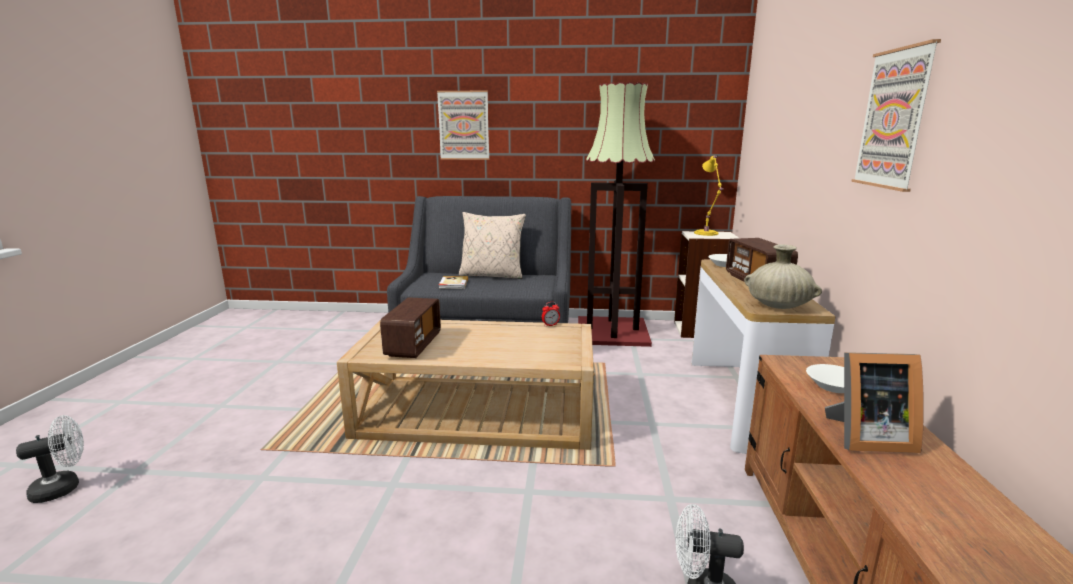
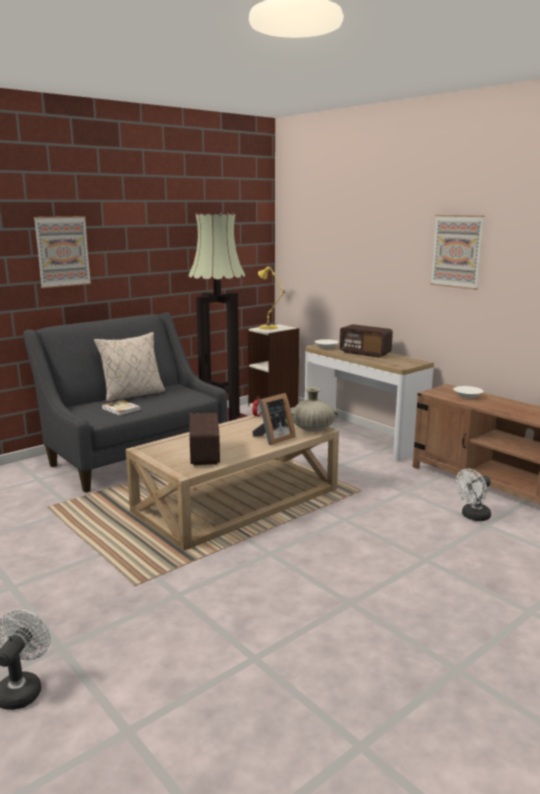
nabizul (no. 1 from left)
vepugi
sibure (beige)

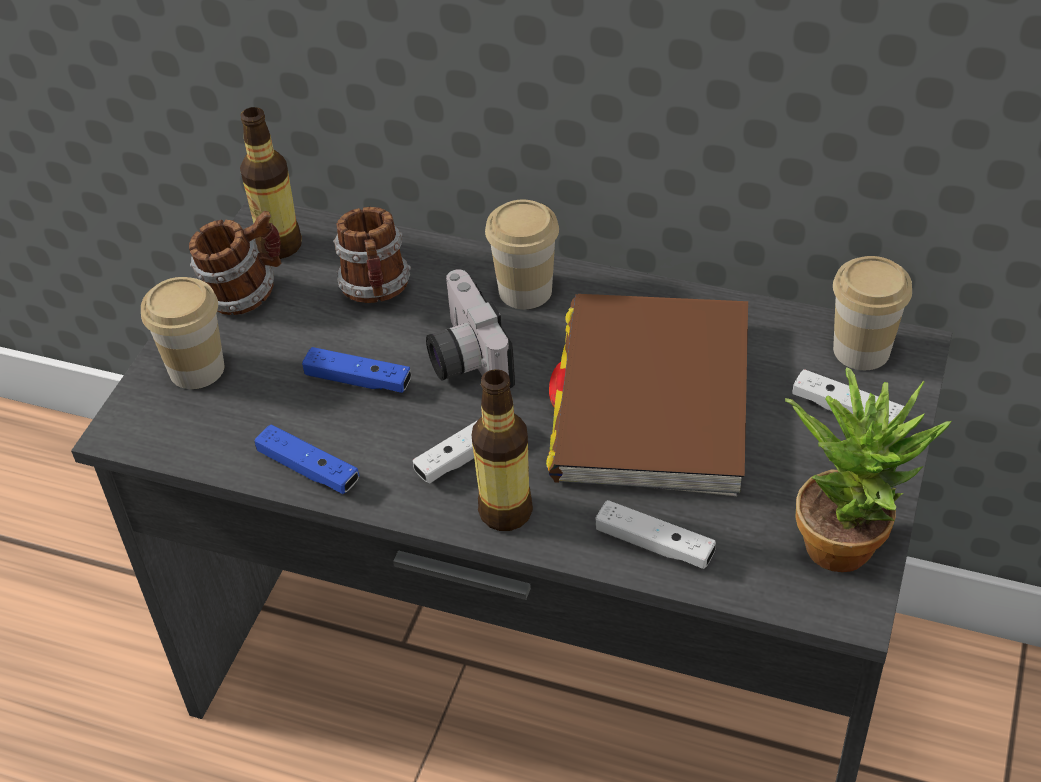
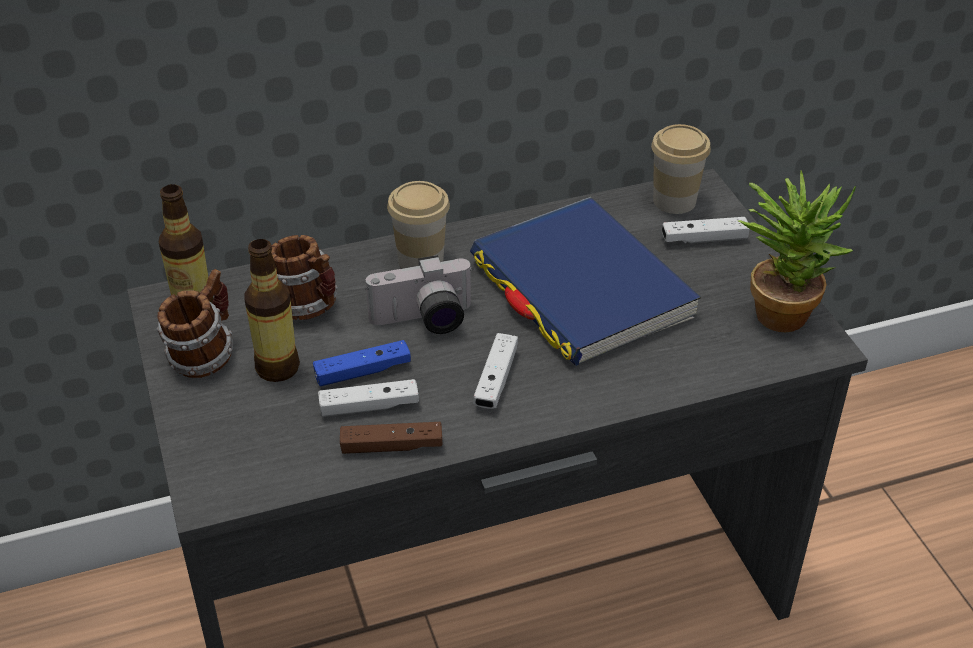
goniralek (no. 2 from left)
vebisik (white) (no. 1 from left)
vebisik (brown)
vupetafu
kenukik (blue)
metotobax (no. 1 from left in the first image)

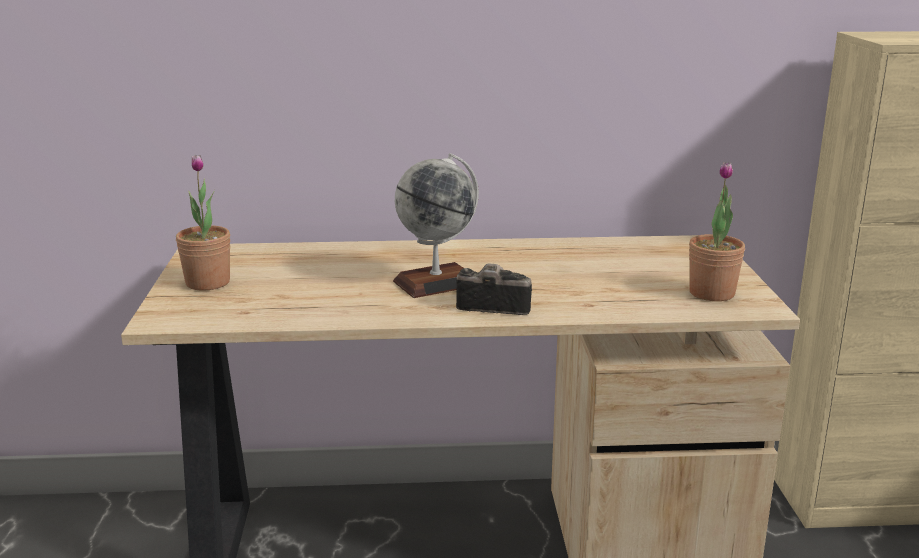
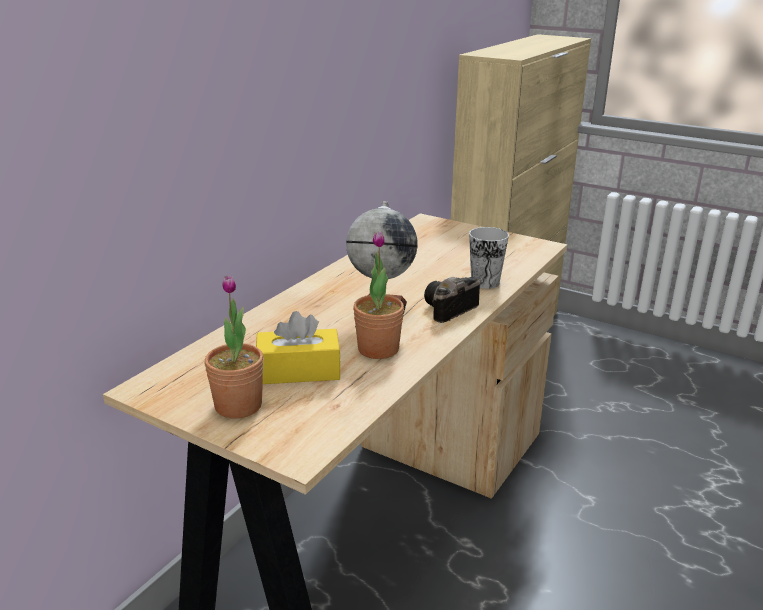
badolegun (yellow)
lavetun (no. 2 from left)
metotobax

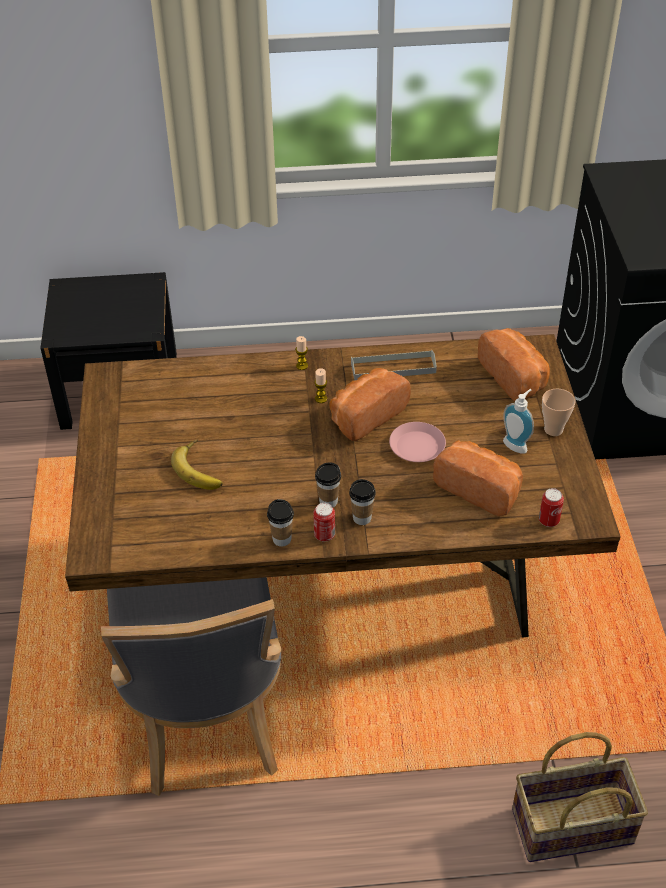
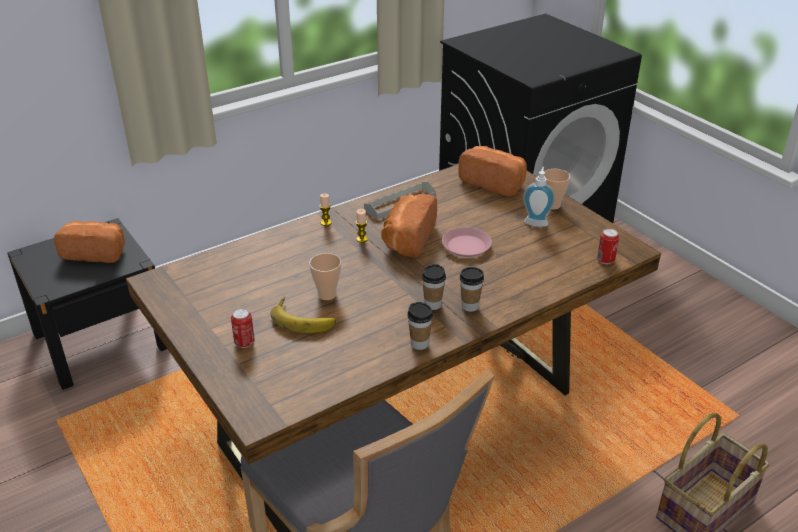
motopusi (no. 1 from left)
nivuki (no. 1 from left)
metotobax (no. 1 from left)

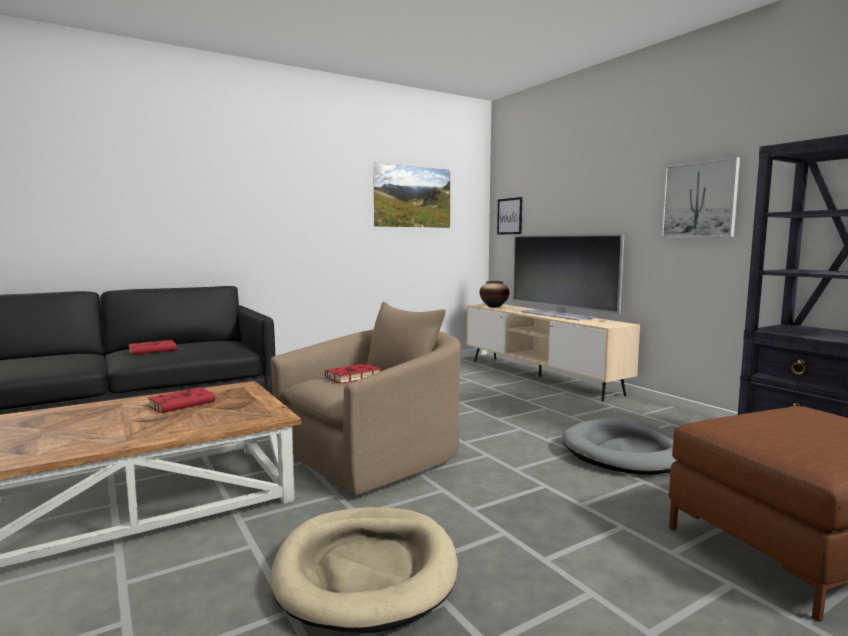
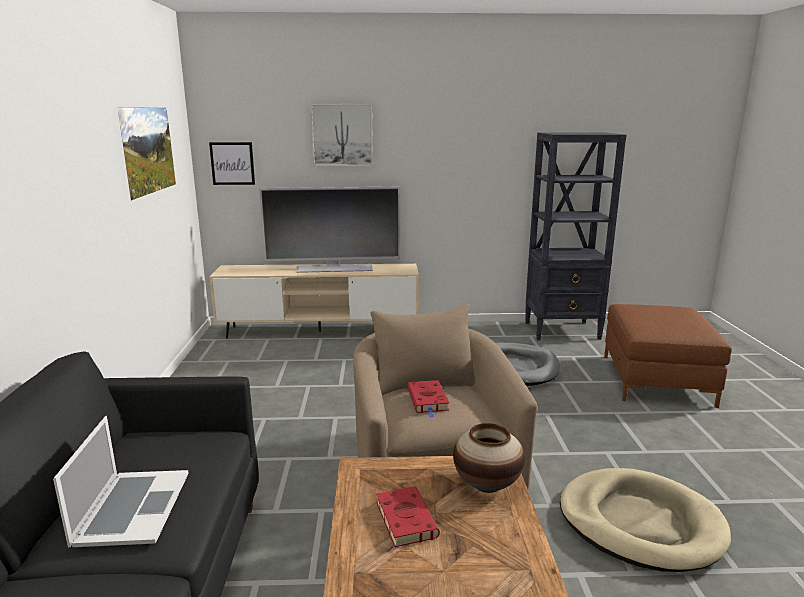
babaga
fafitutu (no. 3 from left)
sibure

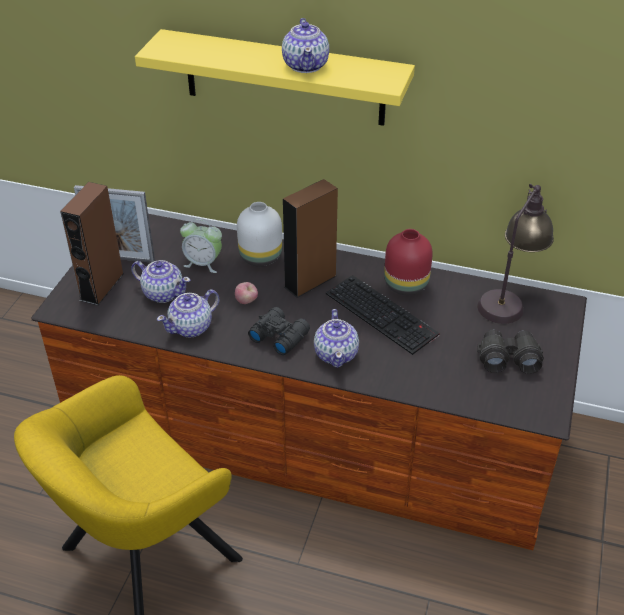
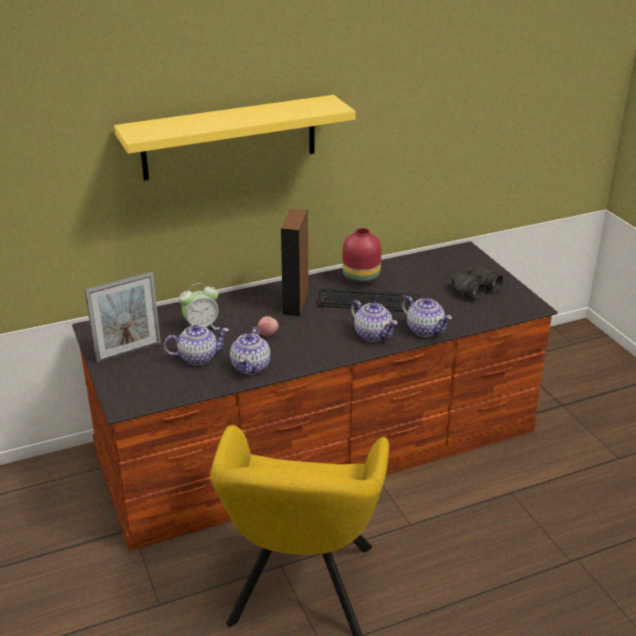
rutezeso (no. 4 from left)
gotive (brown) (no. 1 from left in the first image)
sibure (white)
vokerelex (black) (no. 1 from left in the first image)
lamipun

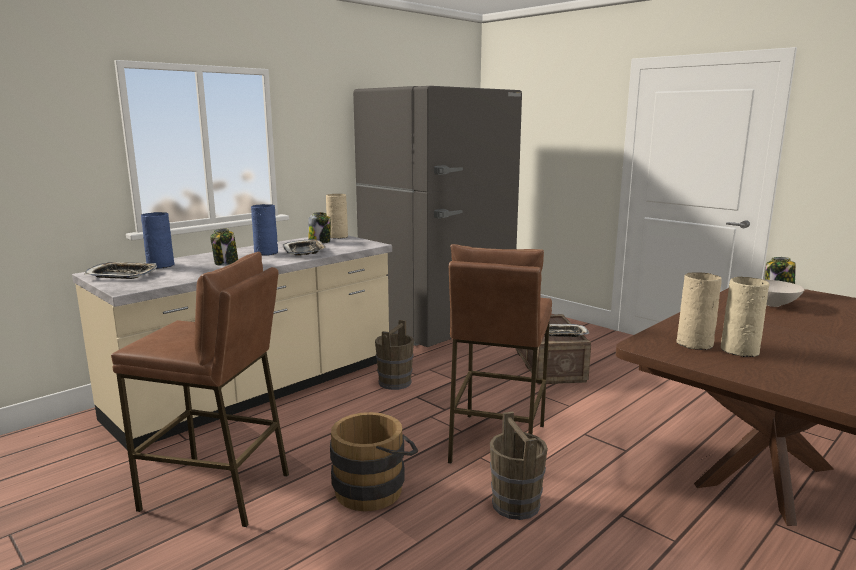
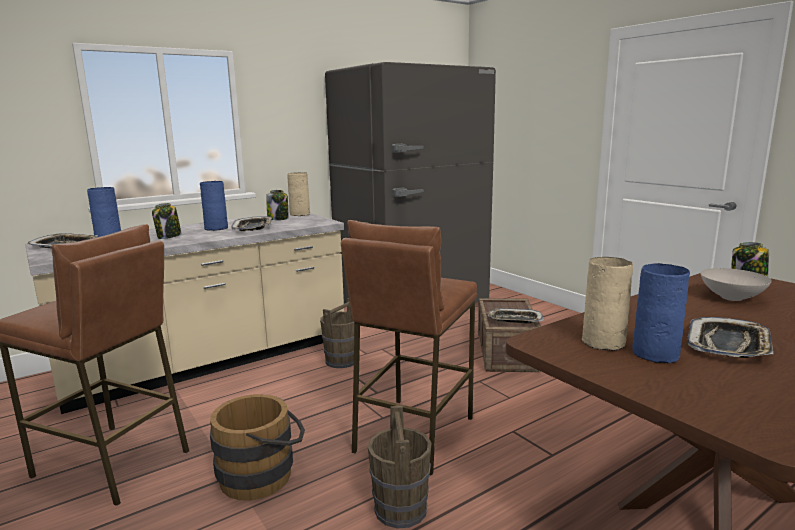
sibure (blue) (no. 3 from left)
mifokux (no. 4 from left)

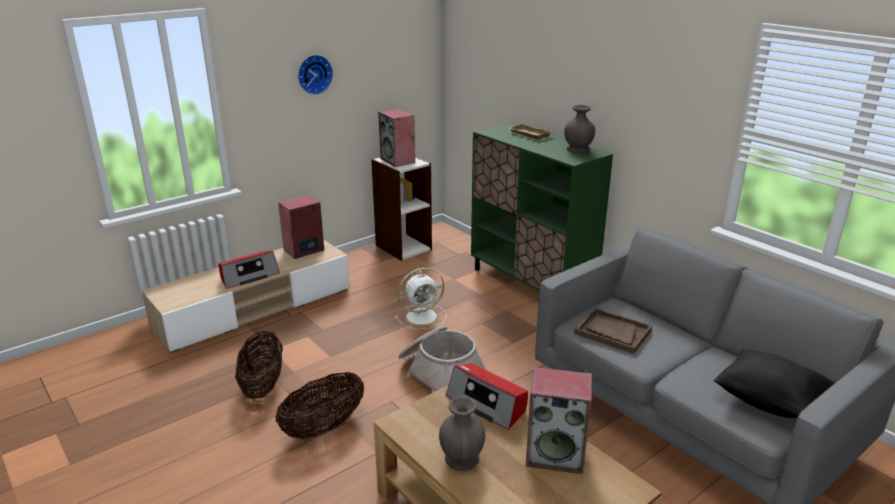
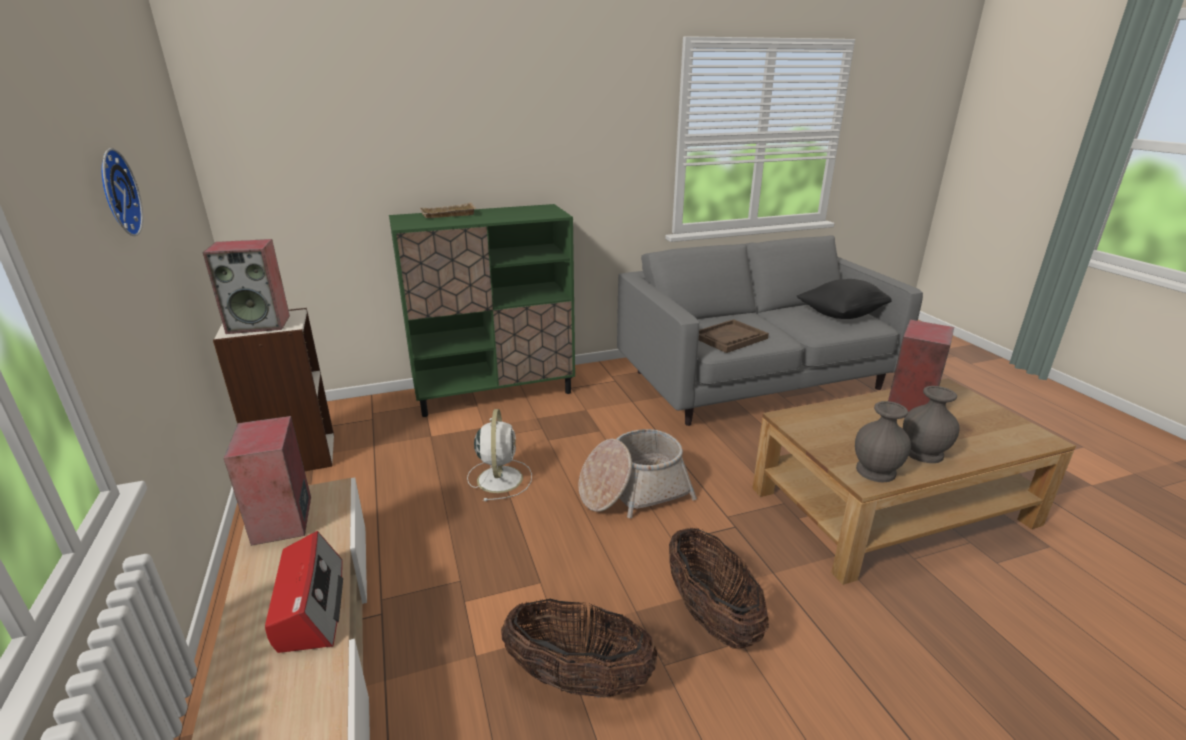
sibure (grey) (no. 1 from left)
nabizul (no. 2 from left in the first image)

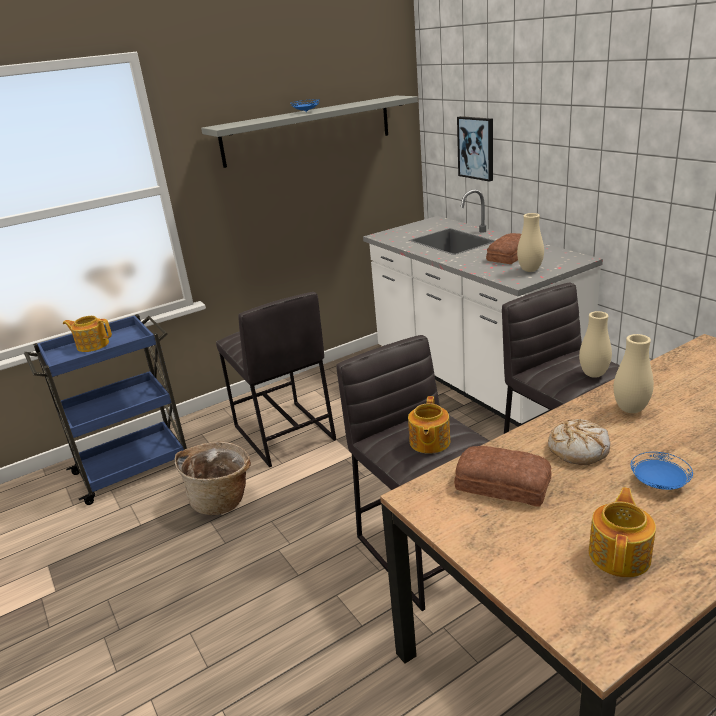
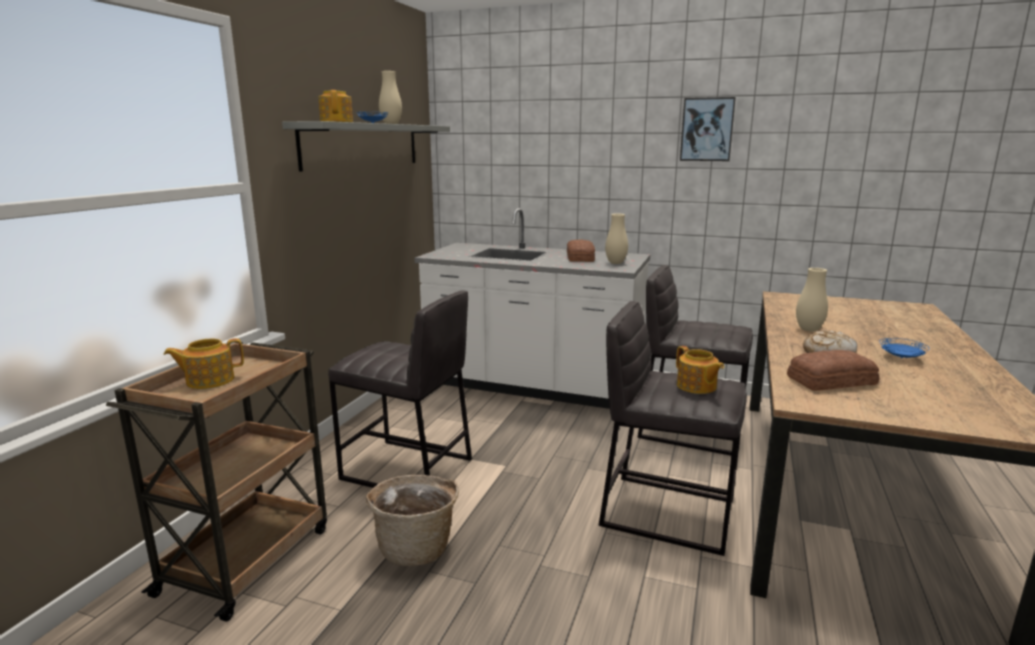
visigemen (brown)
rutezeso (no. 2 from left)
sibure (beige) (no. 1 from left)
fafitutu

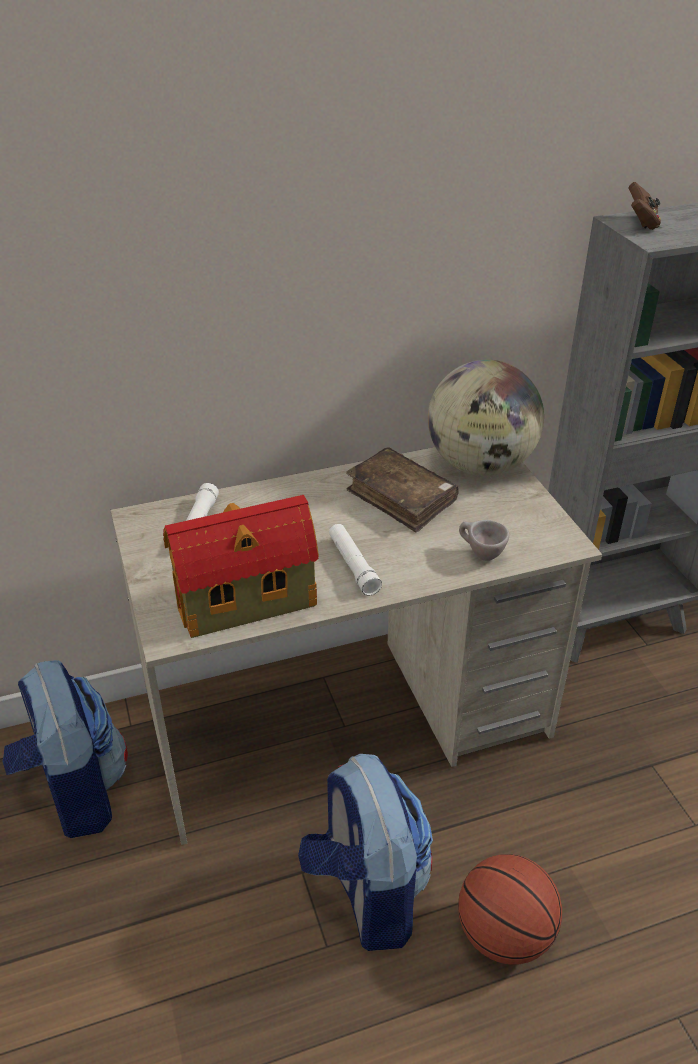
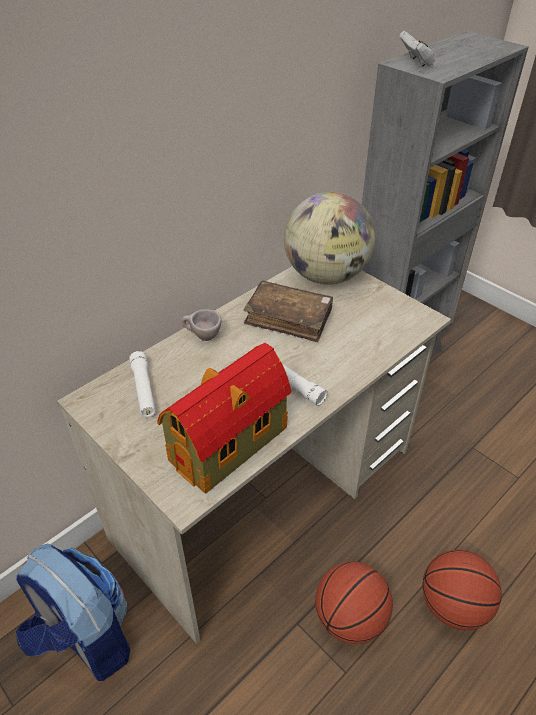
metotobax (beige)
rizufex (no. 1 from left)
vebisik (white)

